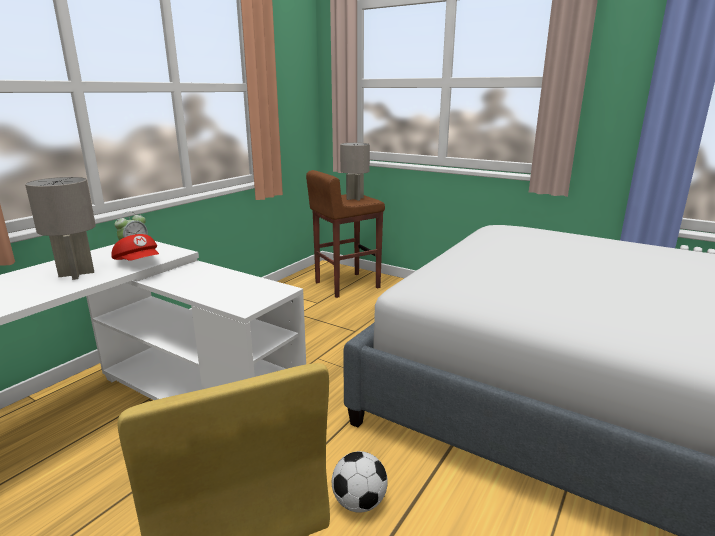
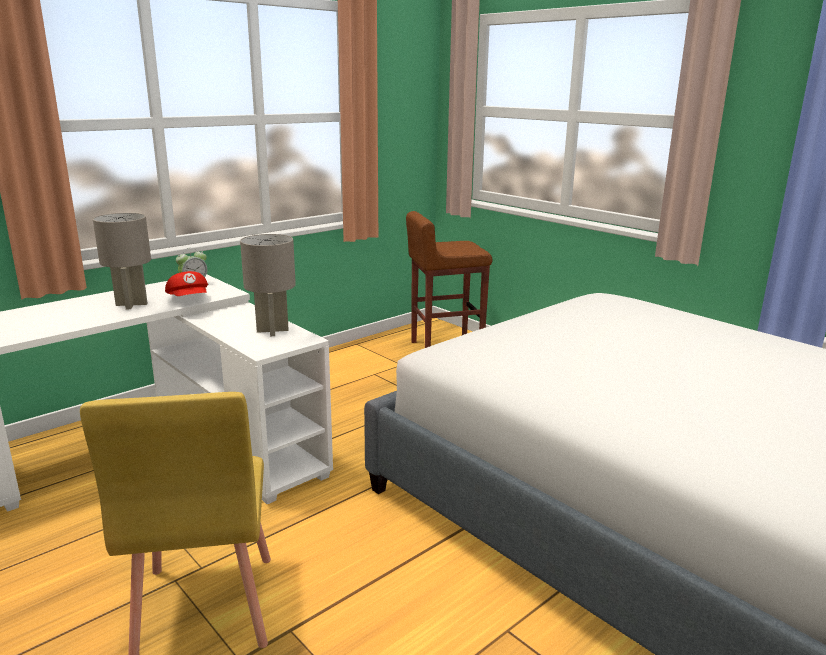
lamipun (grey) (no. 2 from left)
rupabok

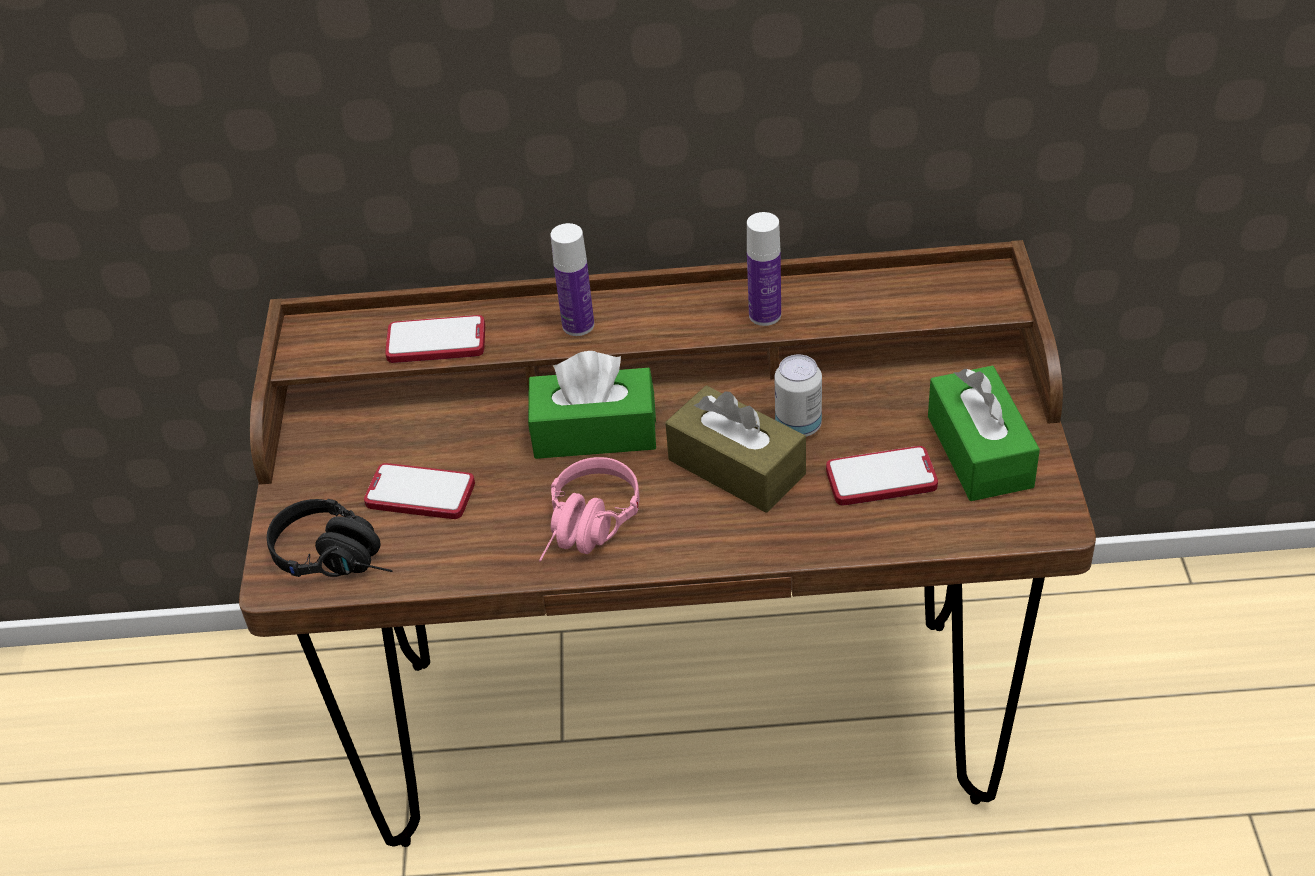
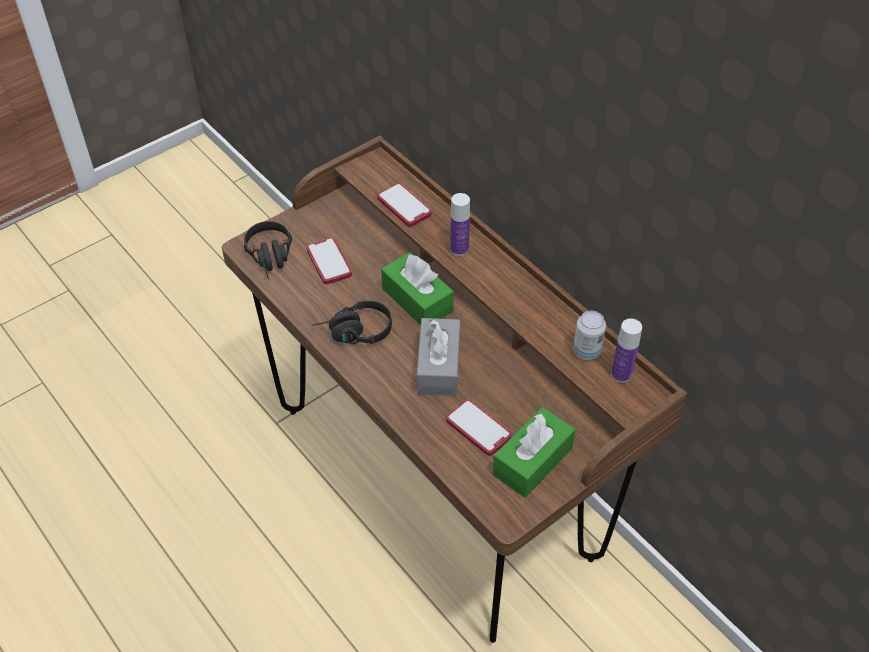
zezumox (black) (no. 2 from left)
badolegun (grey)
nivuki
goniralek (no. 2 from left)

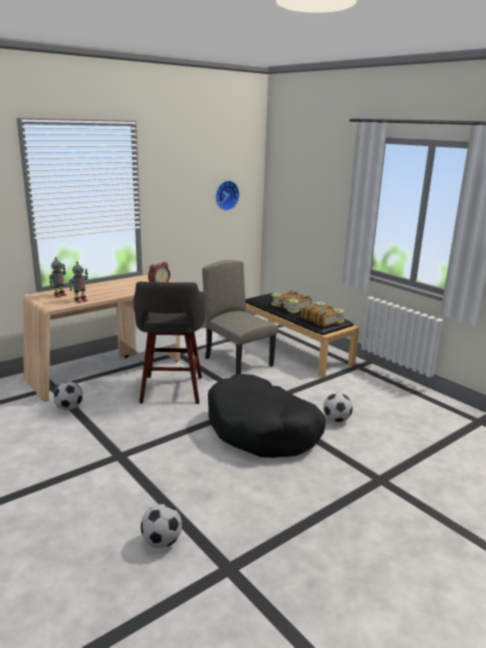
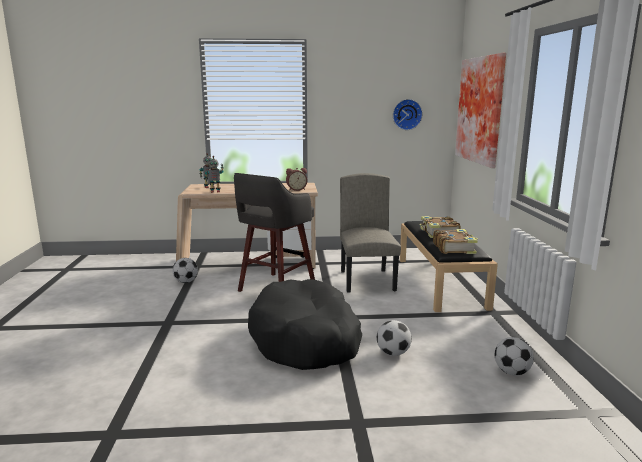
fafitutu
rupabok (no. 3 from left)

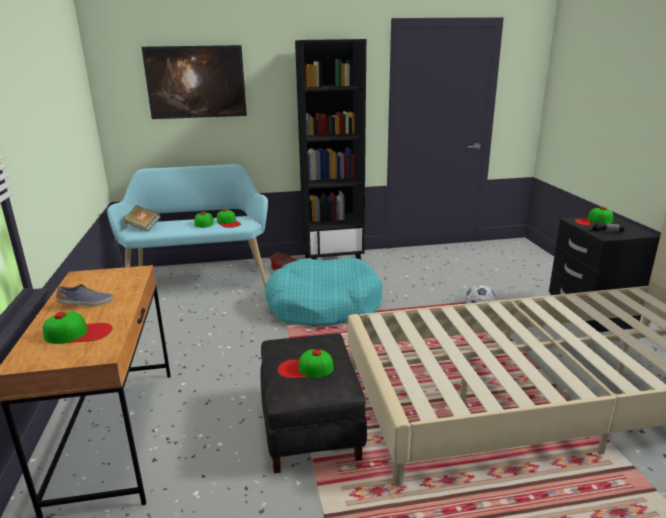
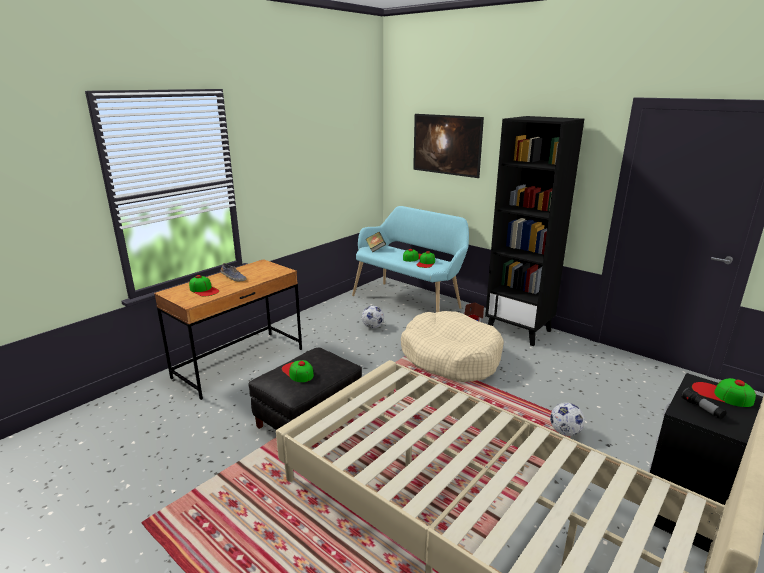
rupabok (no. 1 from left)
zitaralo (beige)

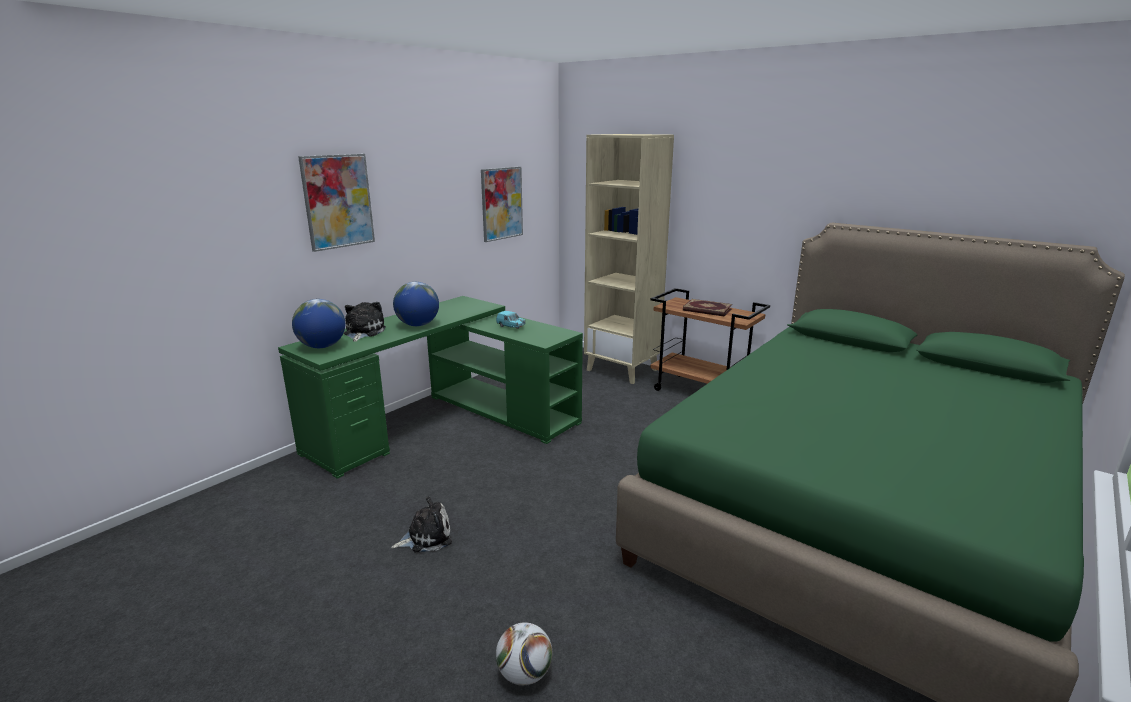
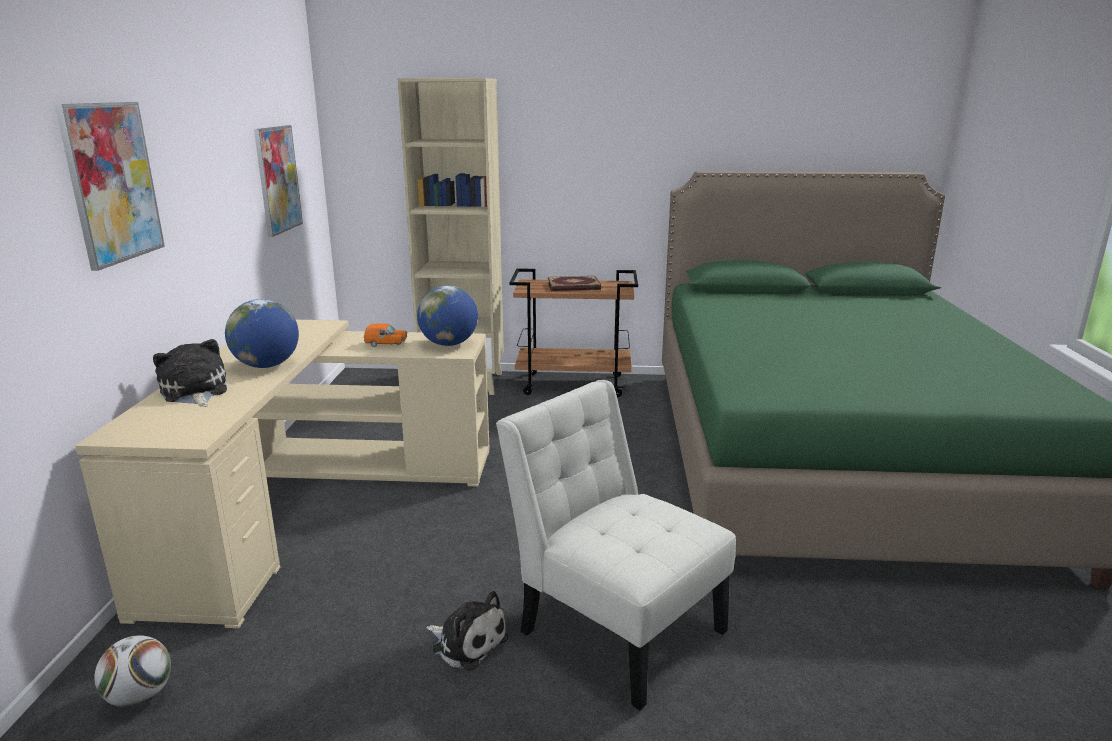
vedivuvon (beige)
rupabok
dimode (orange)
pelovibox (no. 2 from left)
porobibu (no. 2 from left)
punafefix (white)

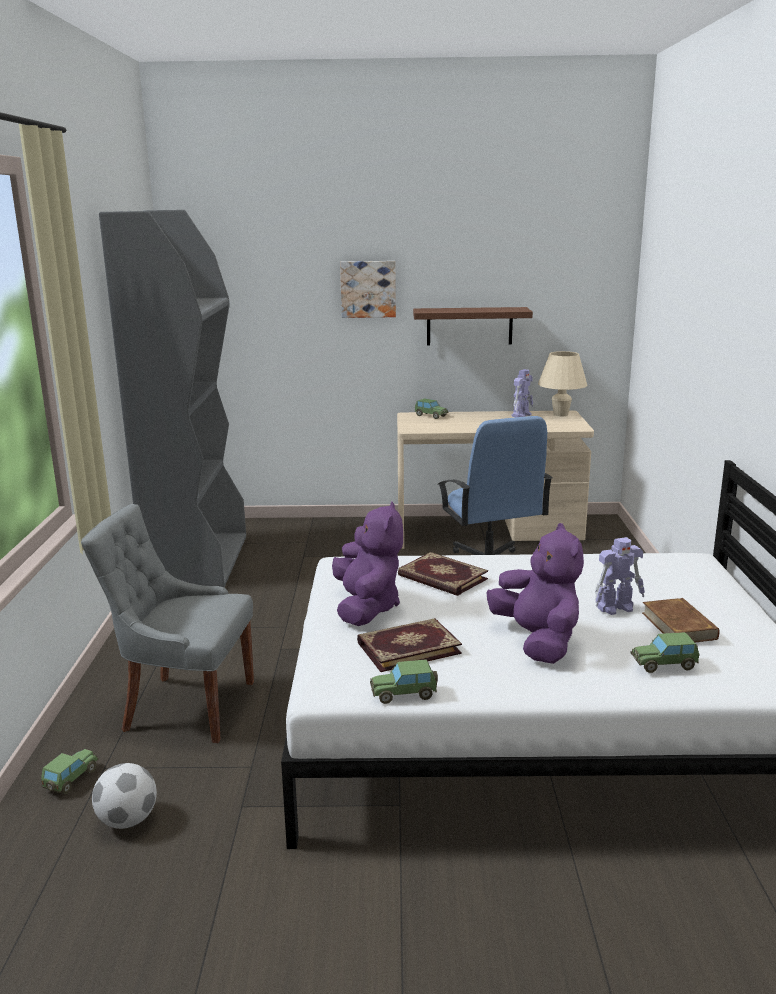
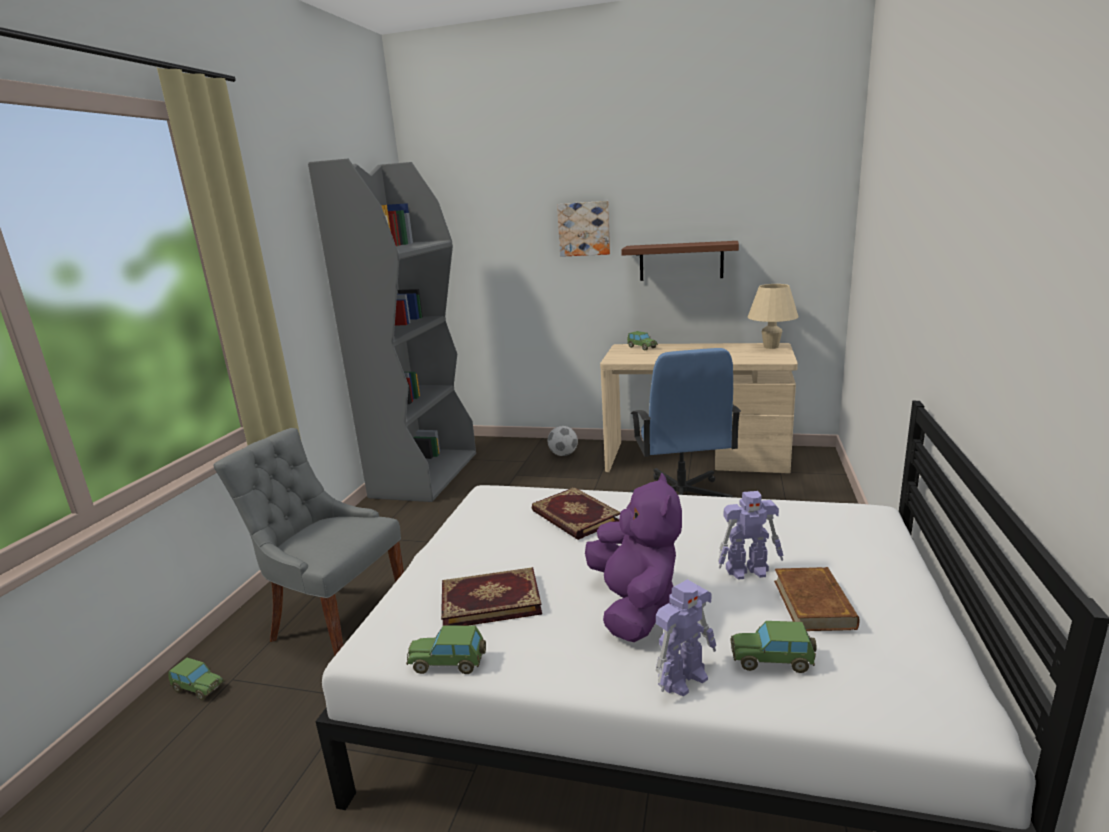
dimode (no. 1 from left)
rupabok
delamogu (no. 1 from left)
porobibu (purple) (no. 1 from left in the first image)

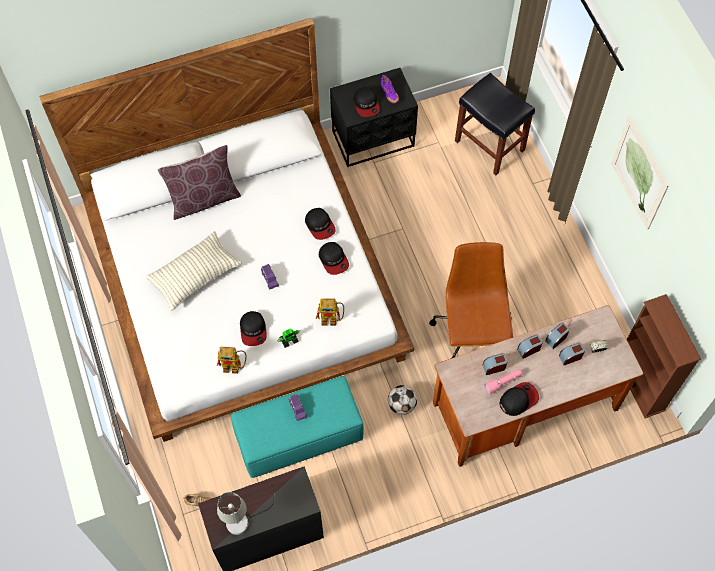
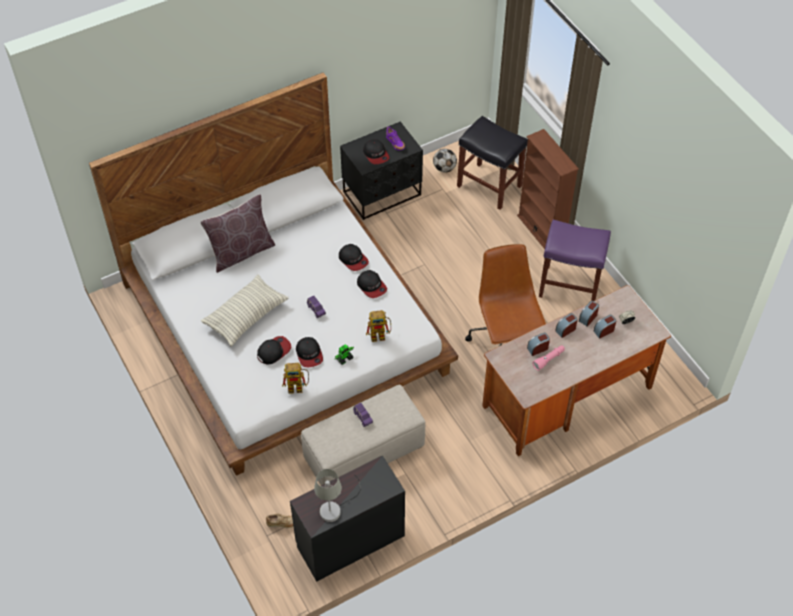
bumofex (no. 1 from left)
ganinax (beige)
rupabok
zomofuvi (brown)
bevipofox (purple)
fafitutu

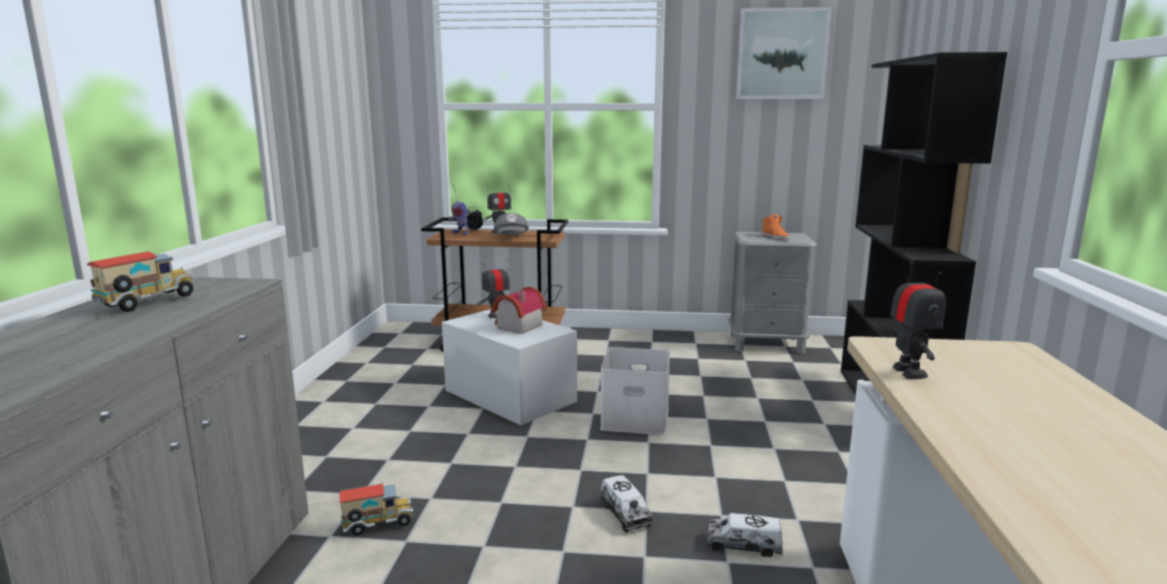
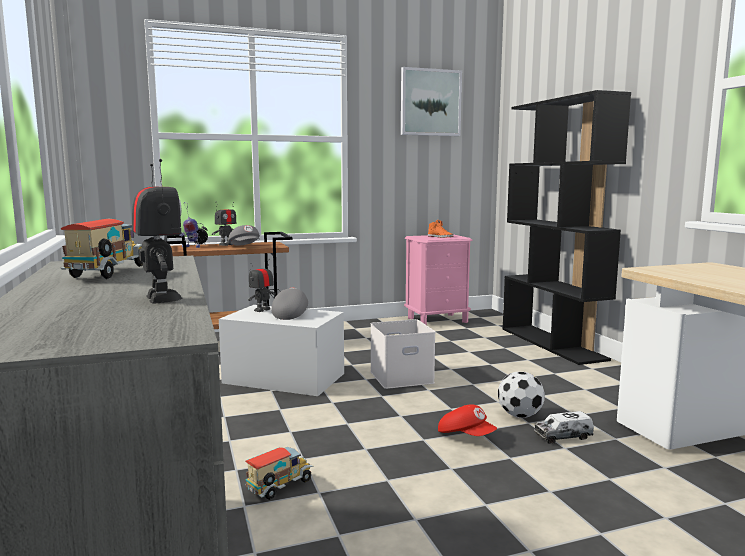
delamogu (no. 1 from left)
bumofex (grey) (no. 2 from left)
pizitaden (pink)
bumofex (red)
rupabok

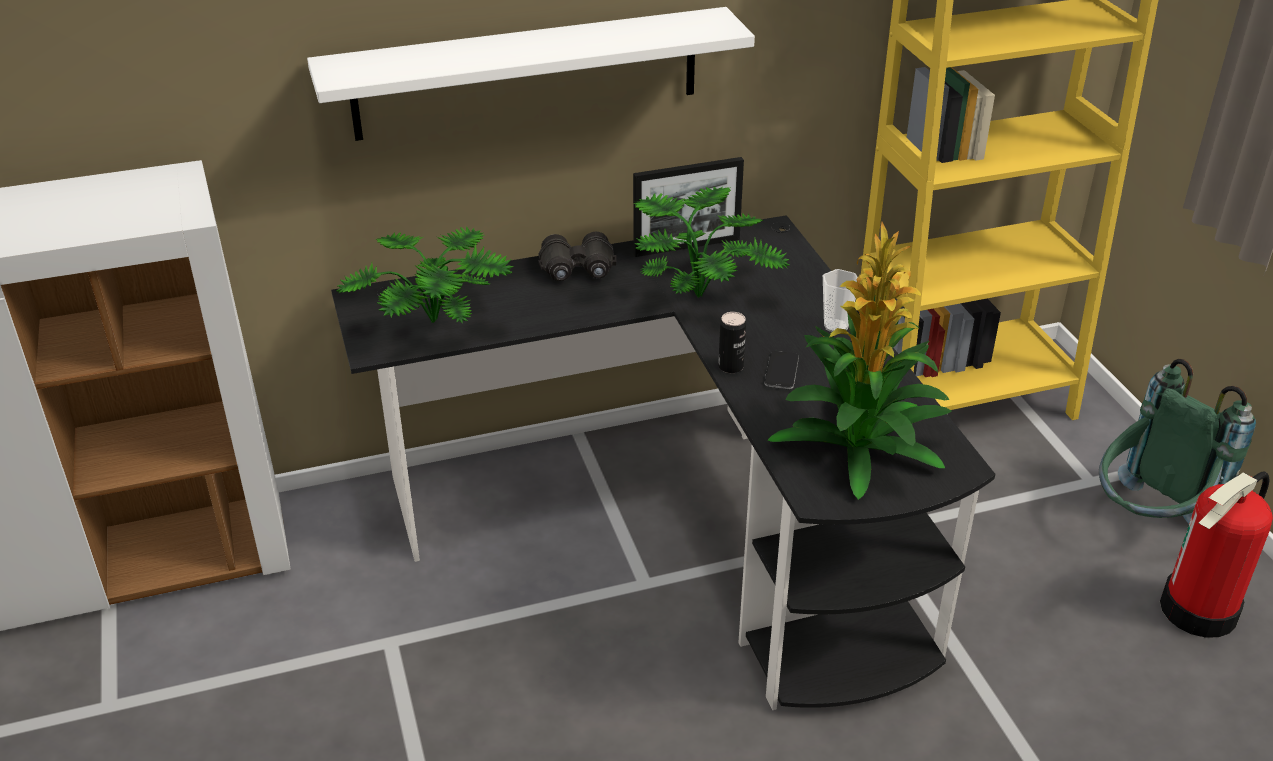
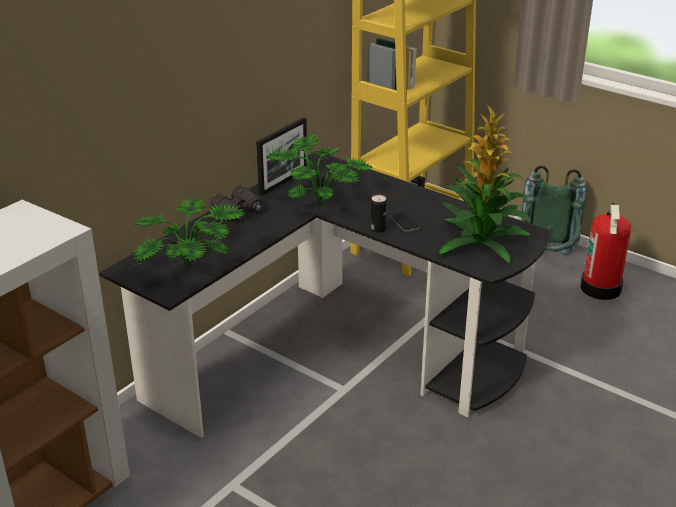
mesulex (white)
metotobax

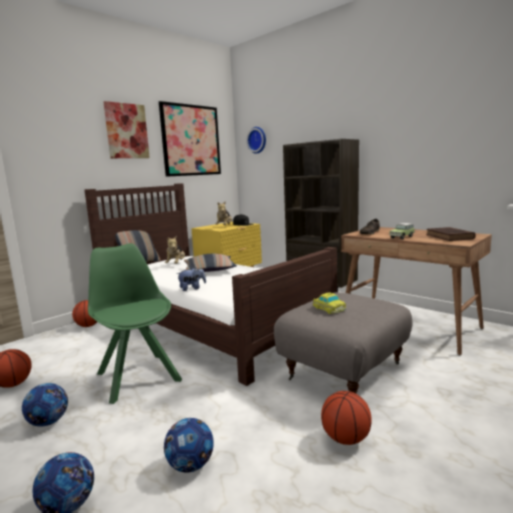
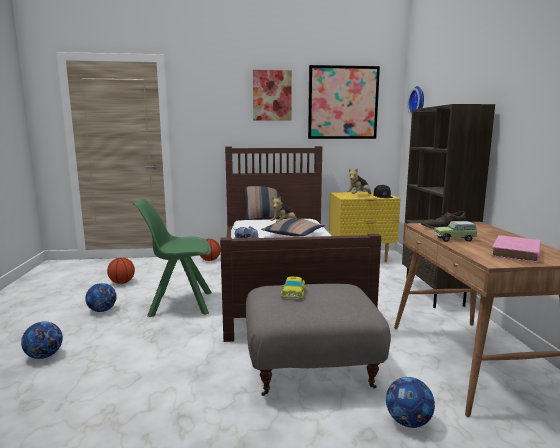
punafefix (green)
rupabok (no. 3 from left)
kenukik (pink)
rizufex (no. 3 from left in the first image)

